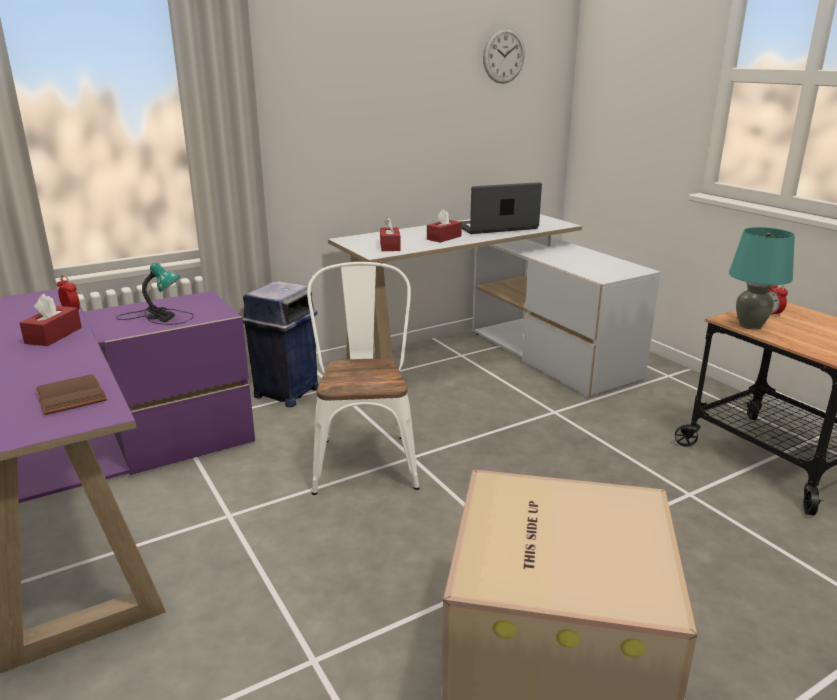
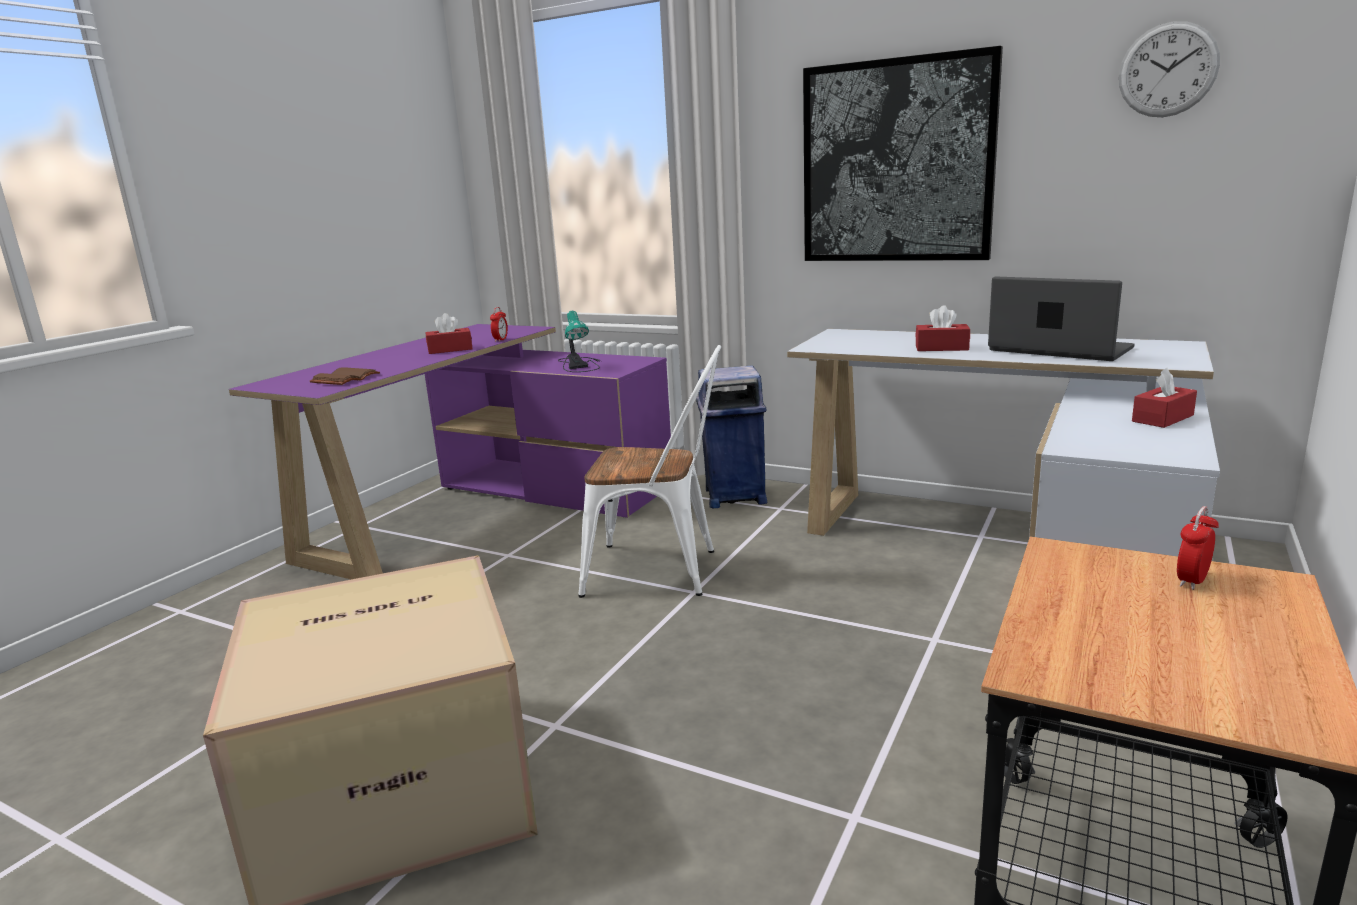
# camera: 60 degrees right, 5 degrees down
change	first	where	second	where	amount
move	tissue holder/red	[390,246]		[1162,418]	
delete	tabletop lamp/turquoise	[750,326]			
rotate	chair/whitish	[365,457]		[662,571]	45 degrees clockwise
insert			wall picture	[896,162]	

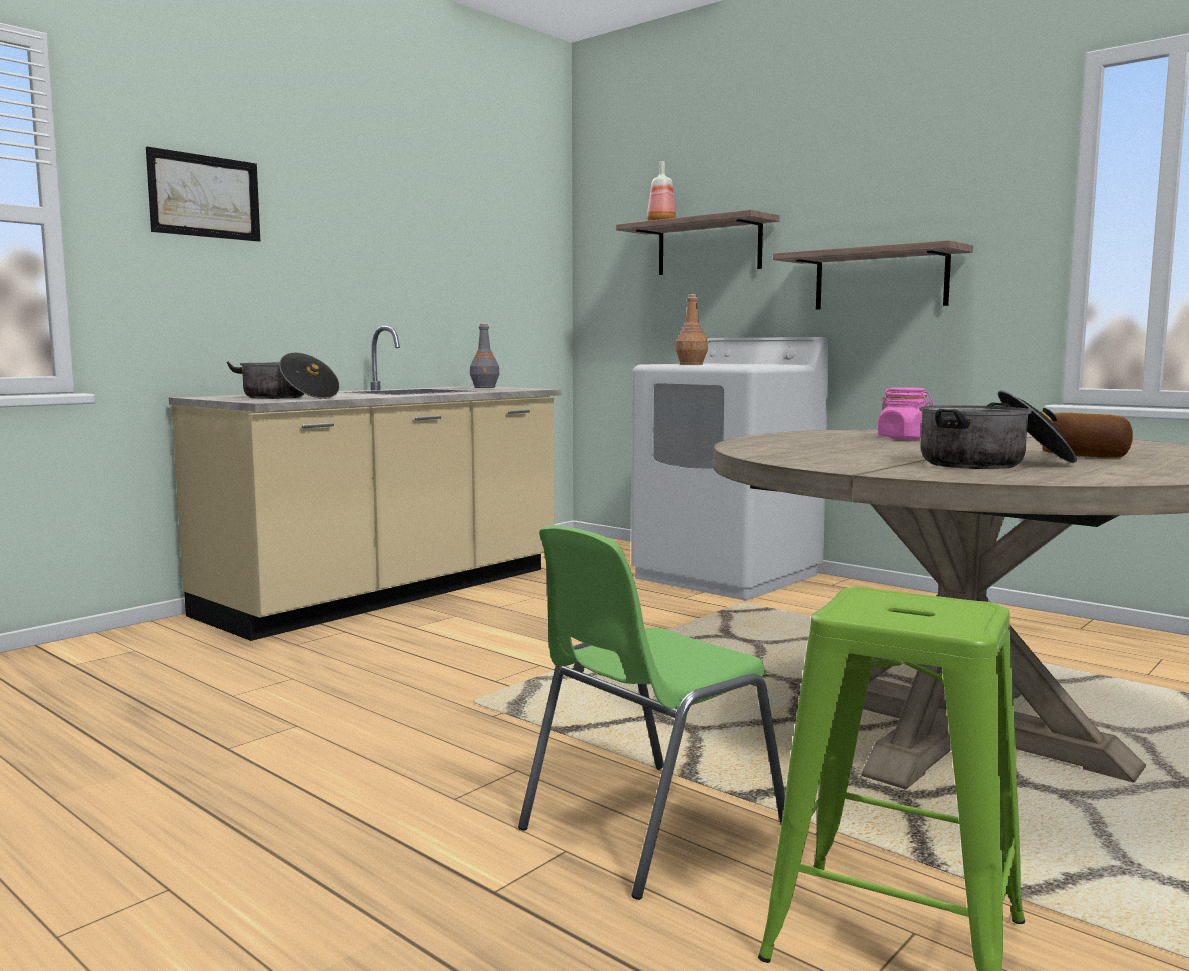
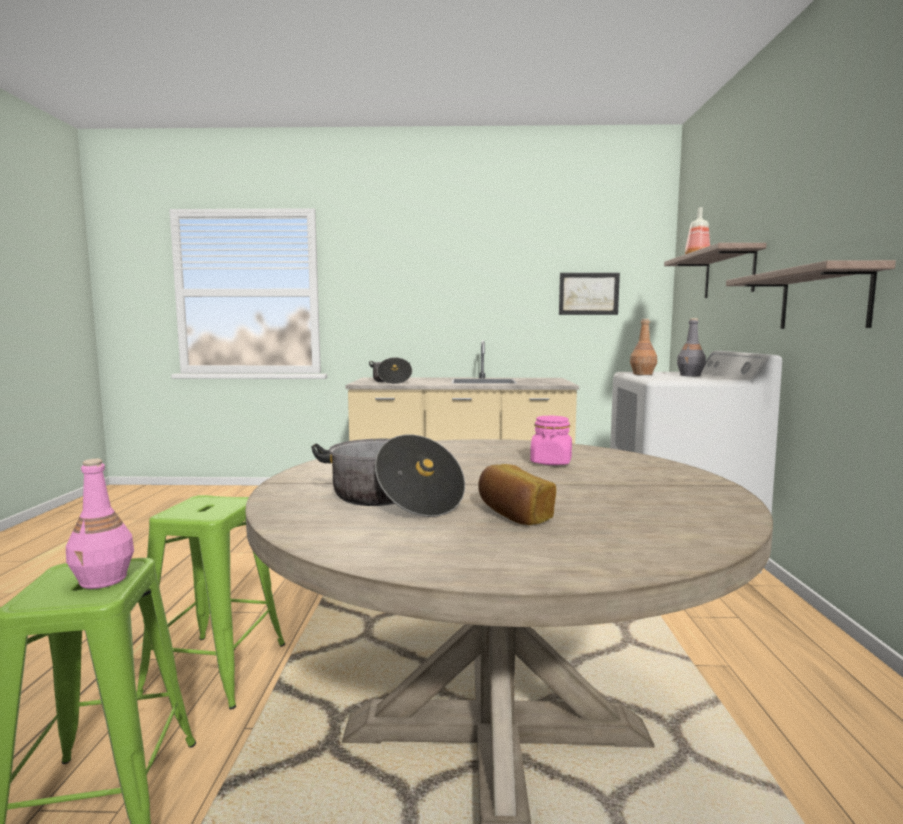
# camera: 50 degrees right, 0 degrees up
change	first	where	second	where	amount
move	wall picture	[204,196]		[588,293]	
move	bottle/gray	[485,387]		[690,375]	
replace	chair/green-coloured	[647,827]	sitting stool/green-coloured	[215,670]	
insert			bottle/pink	[104,580]	

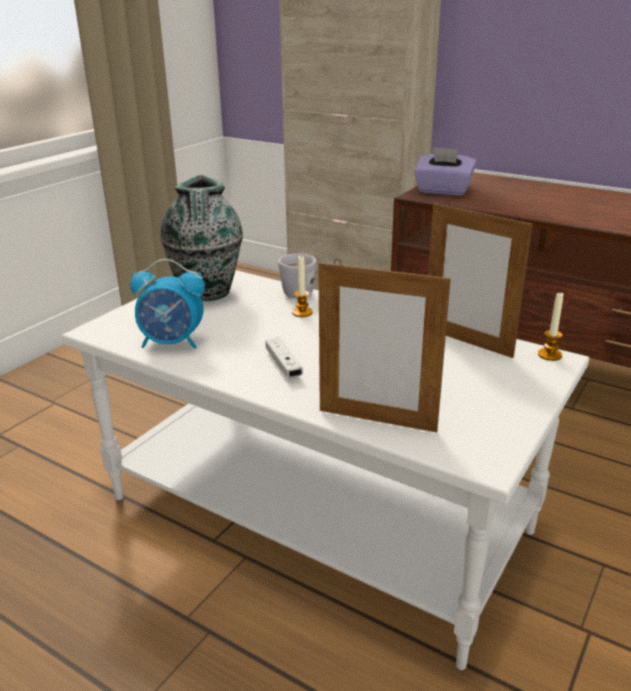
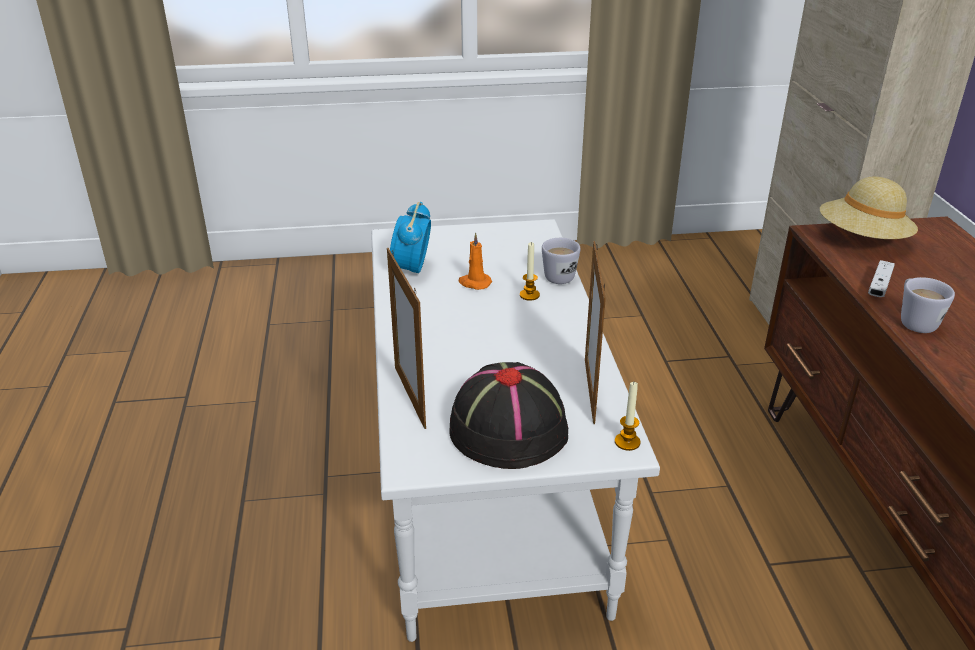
# camera: 50 degrees right, 5 degrees up
change	first	where	second	where	amount
replace	tissue holder/purple	[443,191]	wearable hat/beige-coloured	[862,240]	
delete	flower vase	[206,293]			
rotate	table clock	[172,343]		[411,270]	45 degrees clockwise
move	joypad/whitish	[283,365]		[879,286]	
insert			wax candle/orange-coloured	[474,283]	
insert			tea mug/whitish	[914,321]	
insert			wearable hat/black	[508,428]	

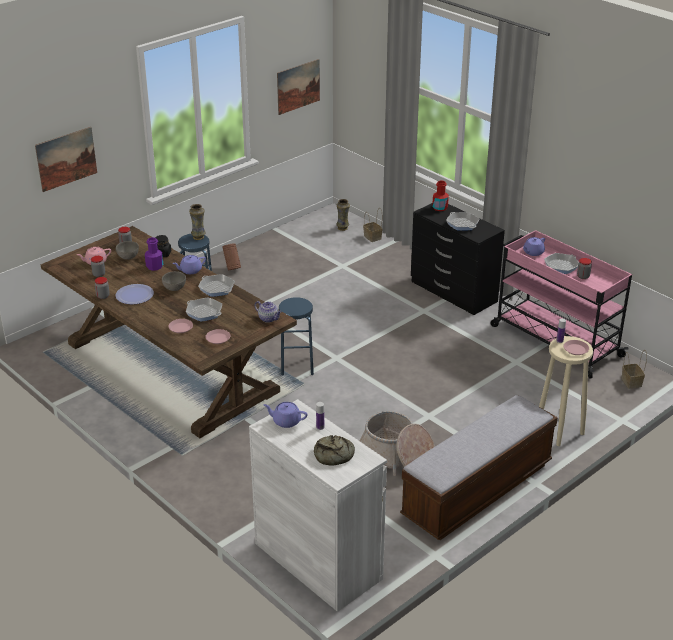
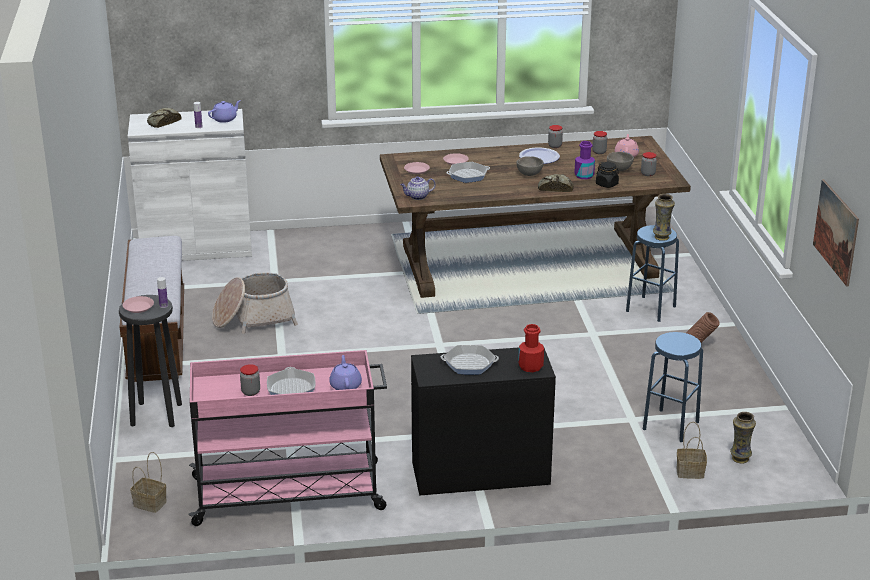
# camera: 125 degrees right, 5 degrees down
change	first	where	second	where	amount
delete	wall picture	[66,159]			
replace	tea pot/purple	[190,270]	bread	[555,188]	
delete	skillet	[216,288]			
move	sitting stool/blue	[297,366]		[670,425]	
recolor	sitting stool/beige-coloured	[559,430]	sitting stool/black	[157,414]	

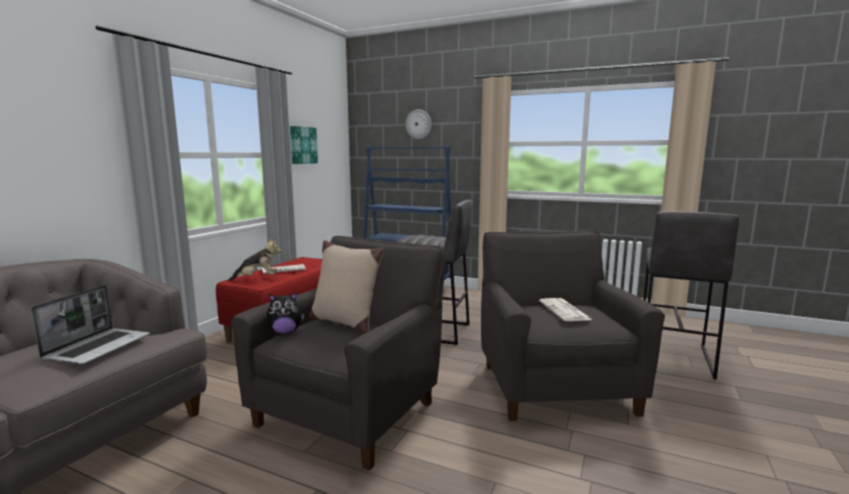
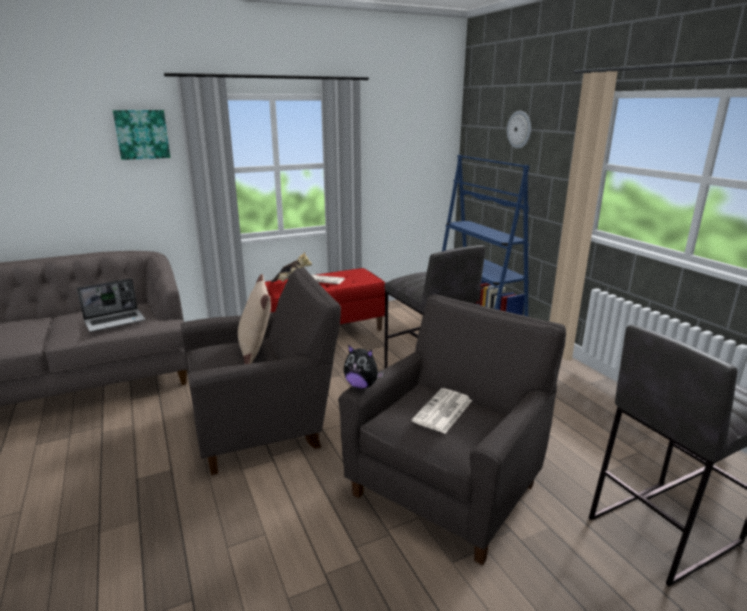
# camera: 40 degrees right, 10 degrees up
change	first	where	second	where	amount
move	wall picture	[302,145]		[142,134]	
move	soft toy	[285,332]		[362,385]	

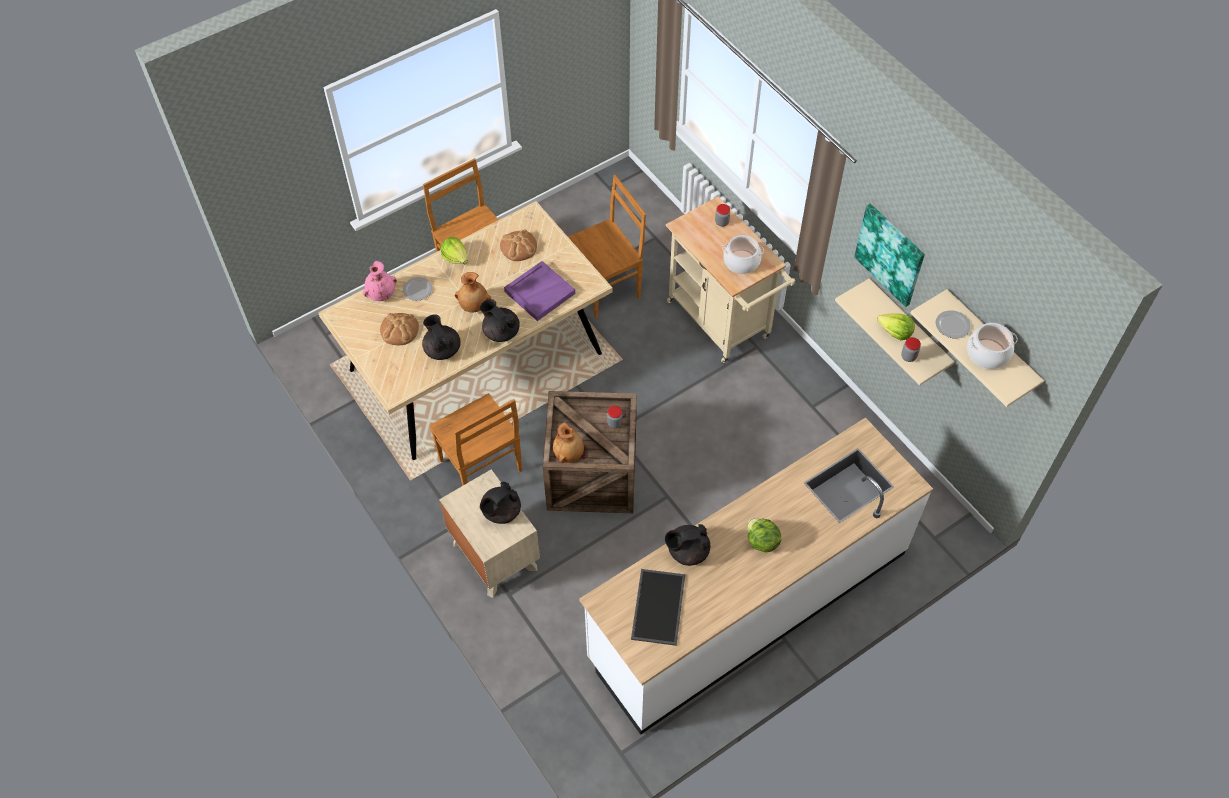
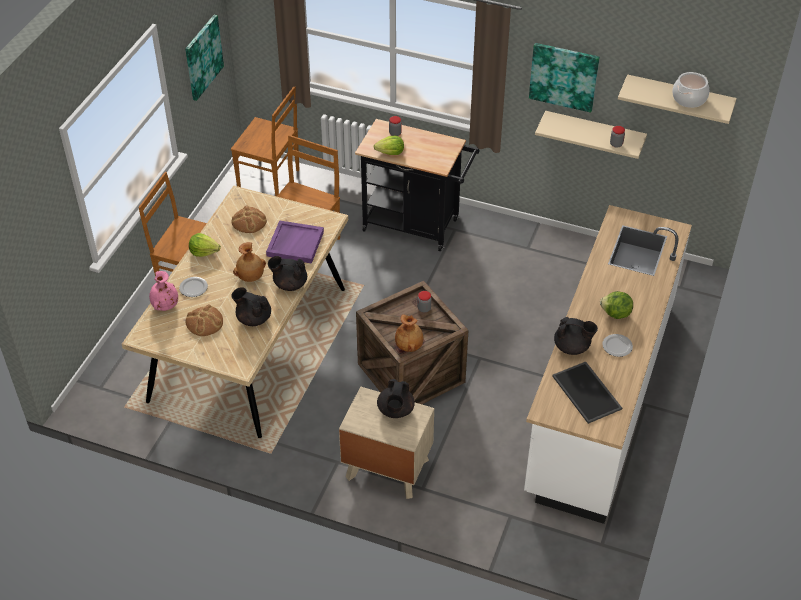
# camera: 35 degrees left, 10 degrees down
change	first	where	second	where	amount
recolor	wheeled cart/beige-coloured	[722,323]	wheeled cart/black	[416,226]	
delete	cooking pot	[741,261]			
move	plate	[952,325]		[616,346]	
move	lettuce	[895,332]		[390,152]	
move	chair/brownish	[481,467]		[270,180]	
rotate	tea pot/black	[687,551]		[572,347]	120 degrees counterclockwise
insert			wall picture	[203,57]	

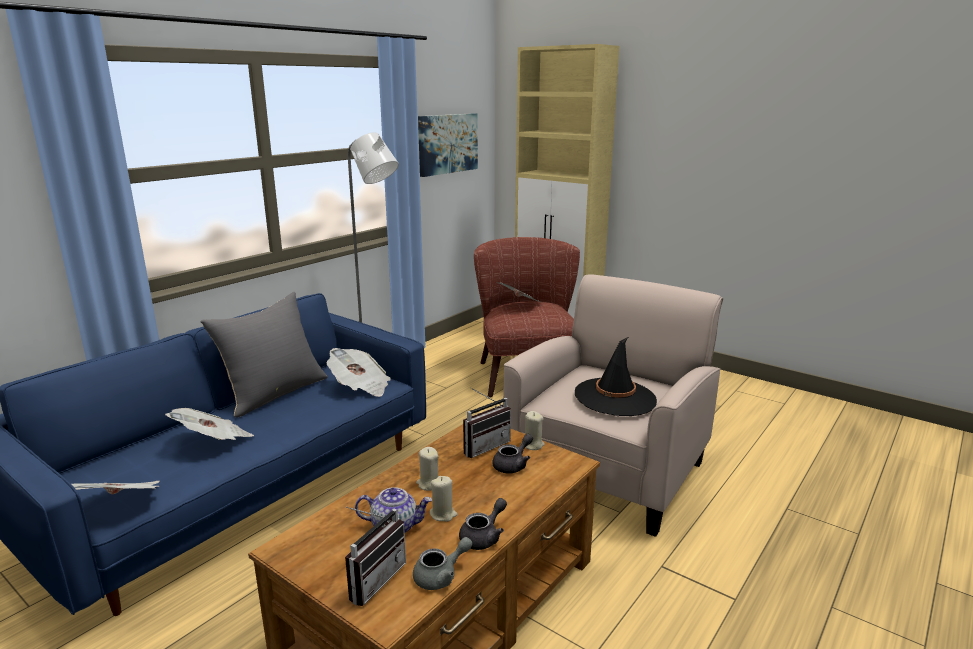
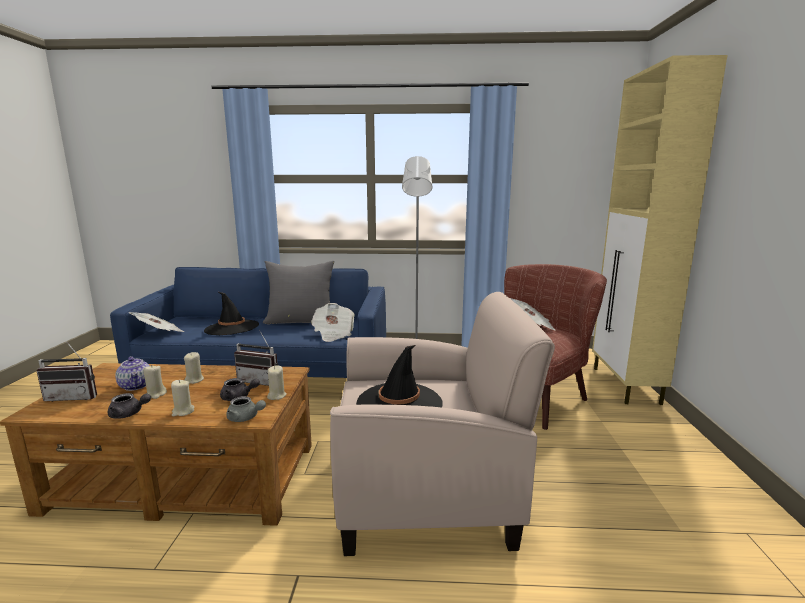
# camera: 55 degrees right, 5 degrees down
change	first	where	second	where	amount
delete	wall picture	[447,143]			
replace	newspaper	[214,442]	wearable hat/black	[232,328]	
move	tea pot/gray	[441,576]		[245,418]	
insert			wax candle/beige-coloured	[183,411]	

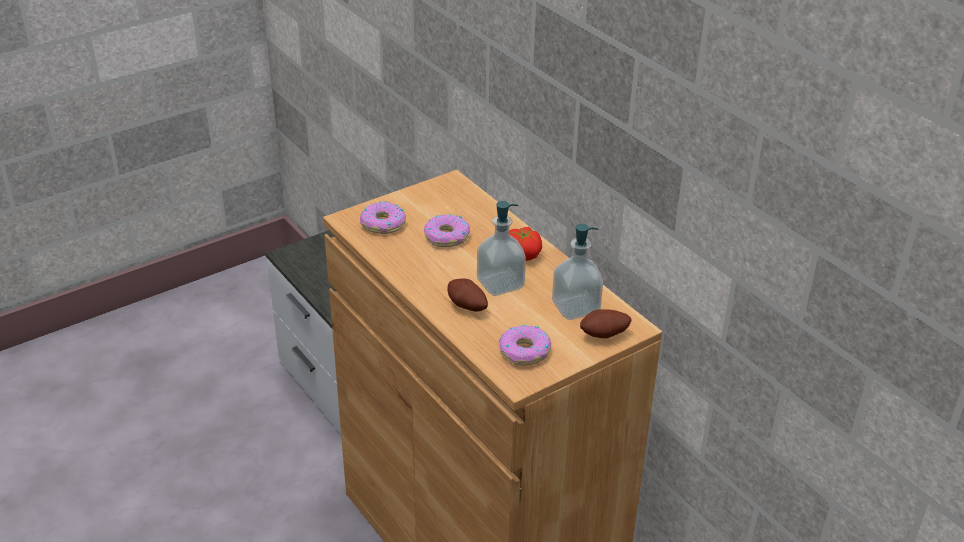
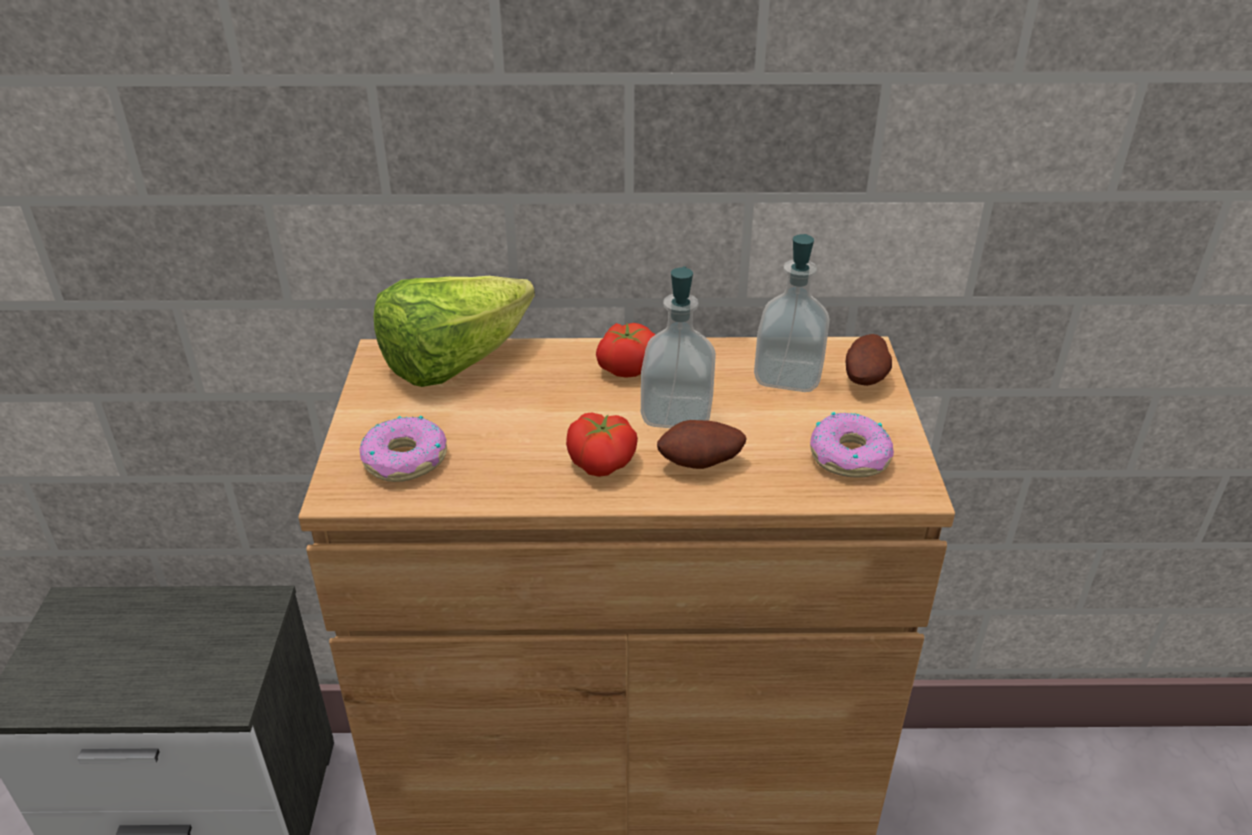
# camera: 55 degrees left, 0 degrees up
change	first	where	second	where	amount
delete	doughnut	[446,237]			
insert			lettuce	[453,363]	
insert			tomato	[603,462]	

